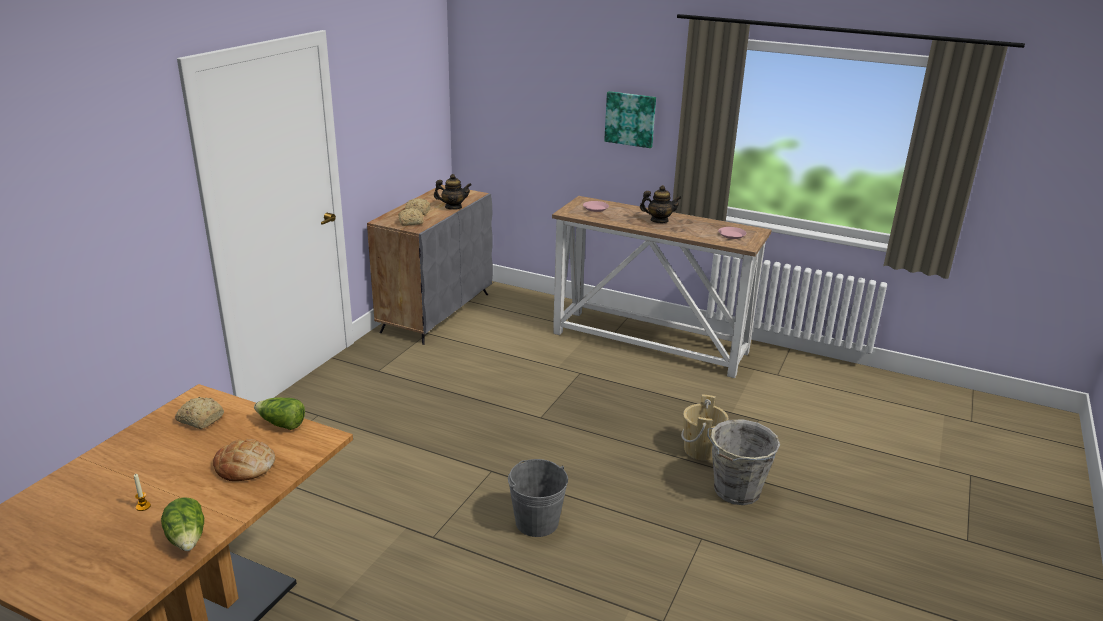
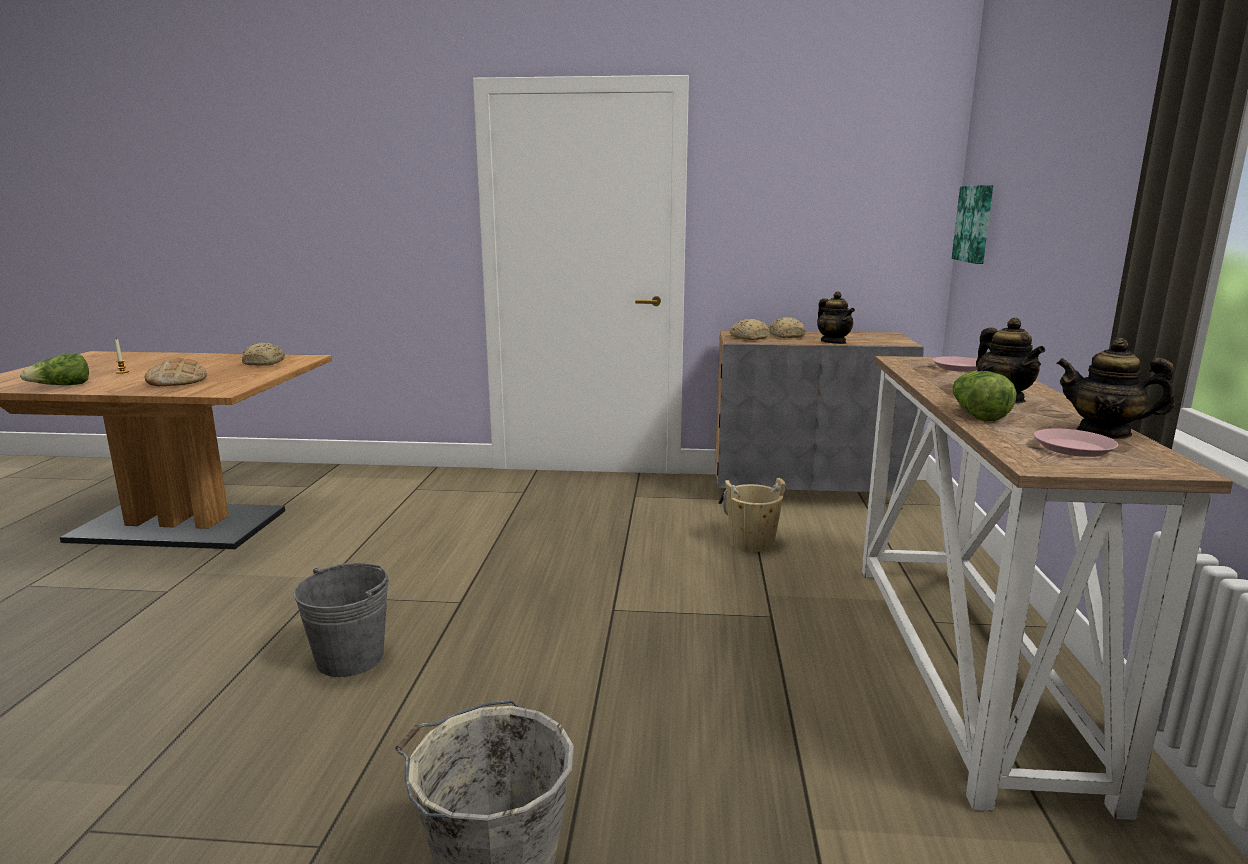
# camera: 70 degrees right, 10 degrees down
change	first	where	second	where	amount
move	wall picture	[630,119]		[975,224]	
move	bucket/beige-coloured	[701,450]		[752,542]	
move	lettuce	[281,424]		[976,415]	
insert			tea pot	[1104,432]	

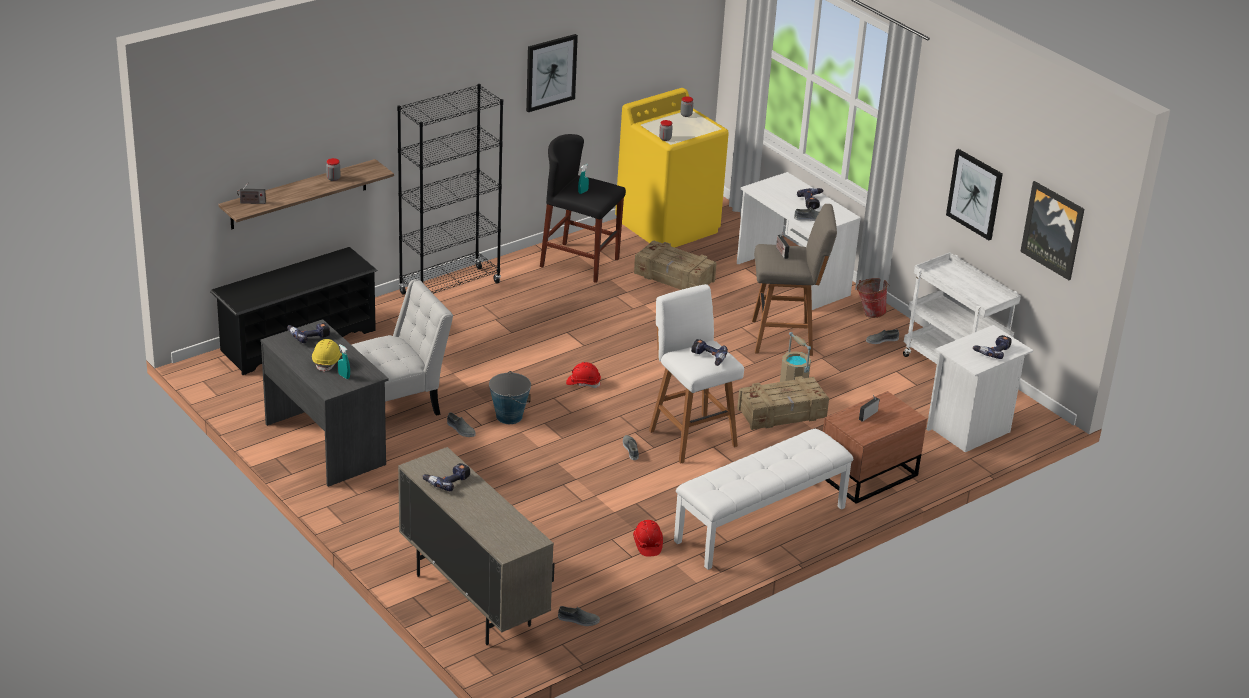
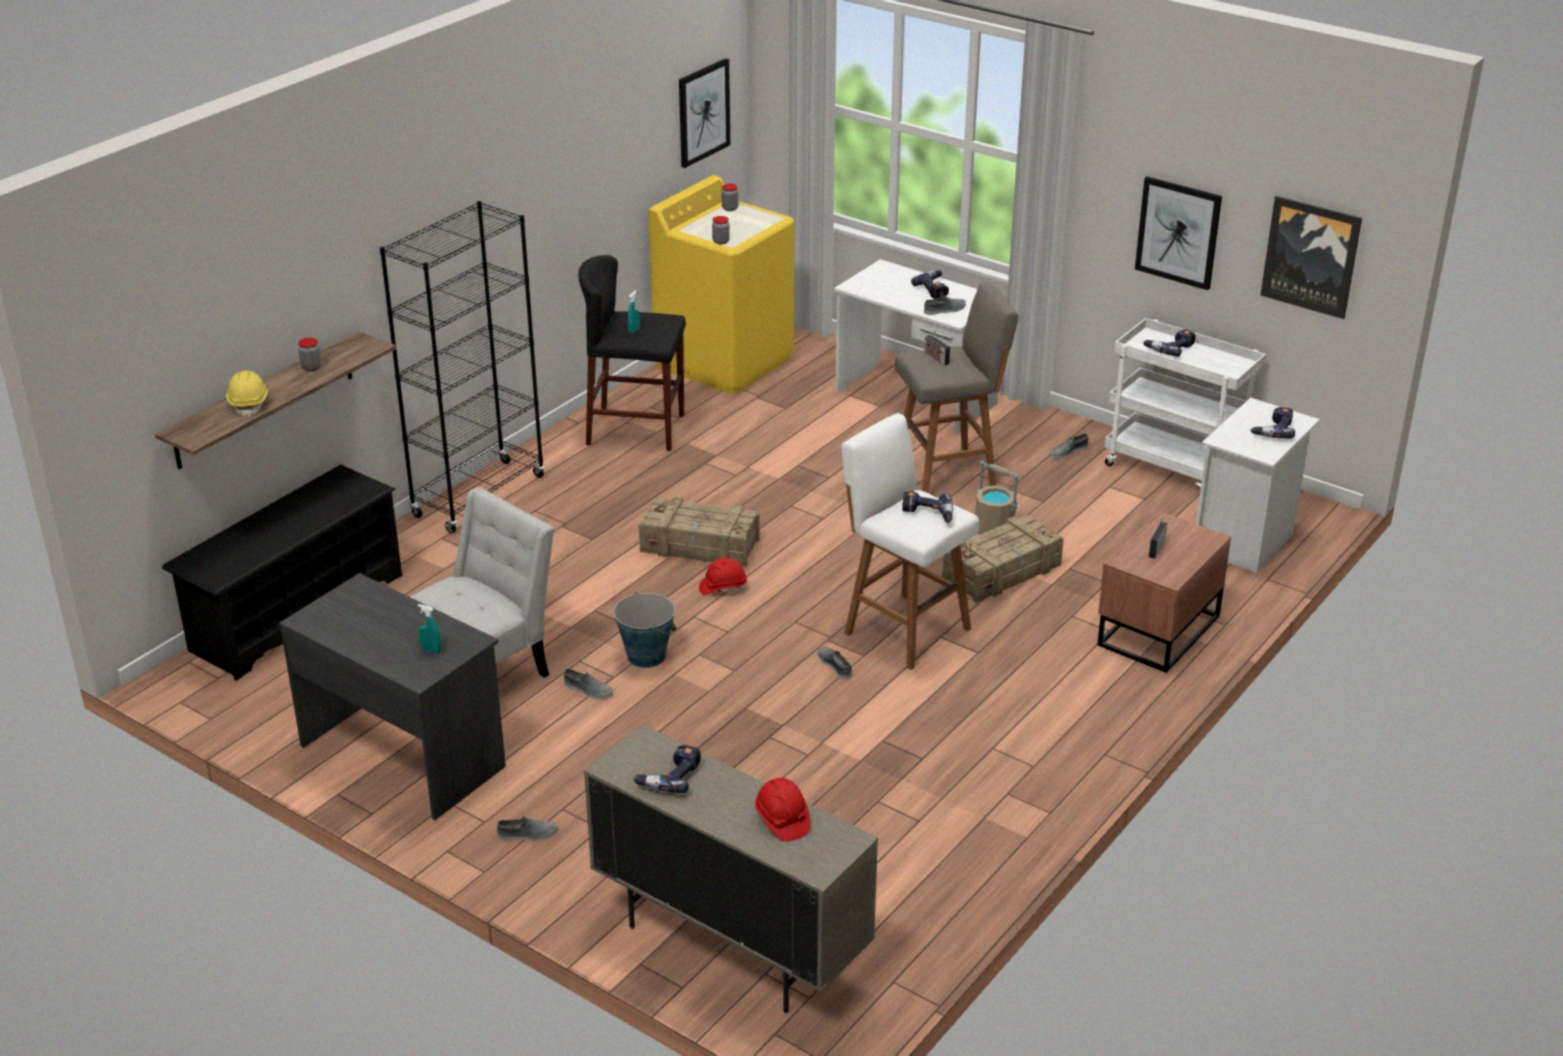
# camera: 15 degrees left, 0 degrees up
change	first	where	second	where	amount
move	wall picture	[550,72]		[703,112]	
delete	radio set	[251,202]			
move	crate	[674,277]		[700,546]	
delete	bucket	[869,313]			
move	drill	[309,335]		[1170,348]	
move	work helmet/yellowish	[327,361]		[249,403]	
delete	long seat/whitish	[761,525]			
move	work helmet/red	[647,544]		[782,820]	
move	item of footwear/gray	[578,620]		[527,834]	

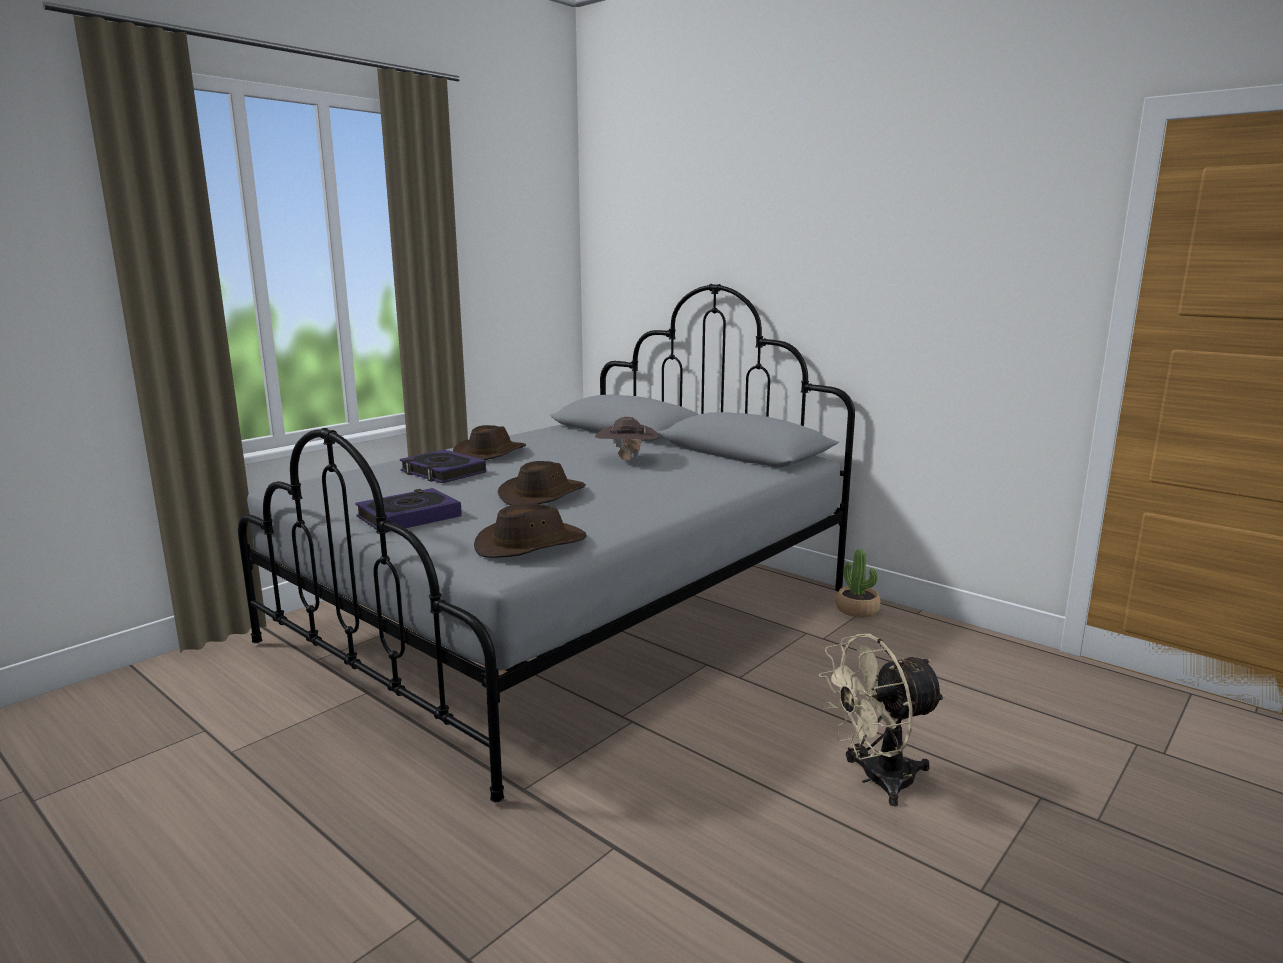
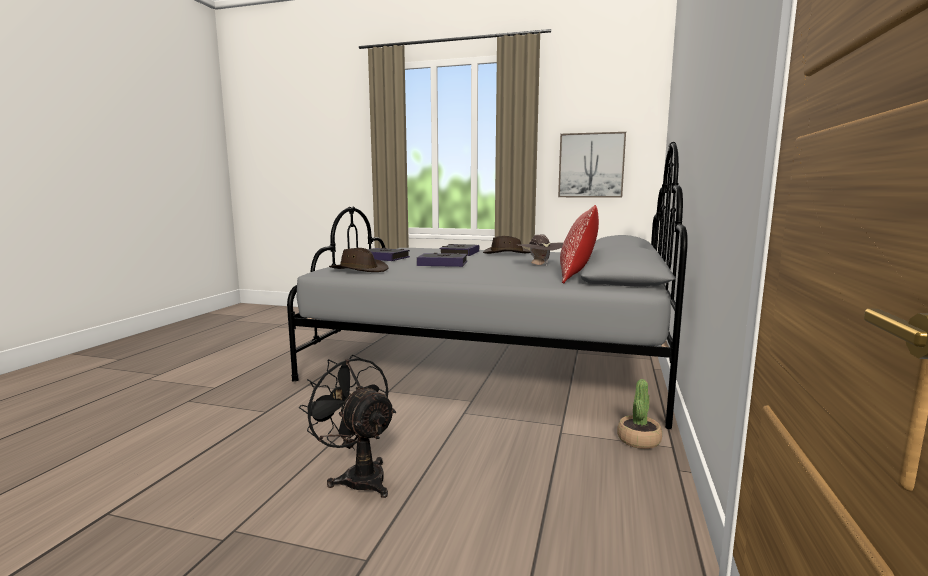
# camera: 65 degrees right, 5 degrees down
change	first	where	second	where	amount
replace	wearable hat/brownish	[543,495]	volume	[442,264]	
recolor	cooling fan/beige-coloured	[876,779]	cooling fan/black	[358,476]	
insert			wall picture	[591,165]	
insert			pillow	[577,277]	

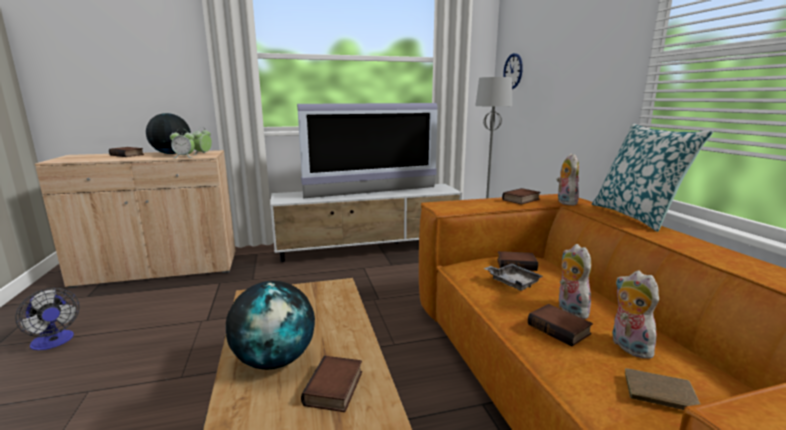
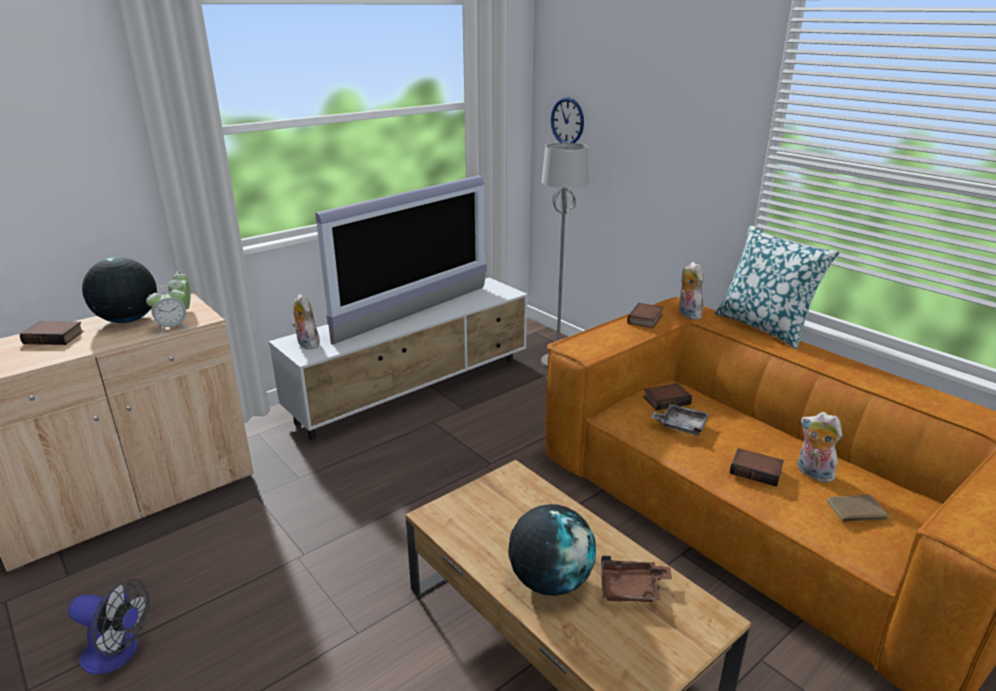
# camera: 25 degrees left, 10 degrees up
change	first	where	second	where	amount
move	soft toy	[569,310]		[306,344]	
replace	volume	[335,389]	carrying tray/brownish	[631,589]	

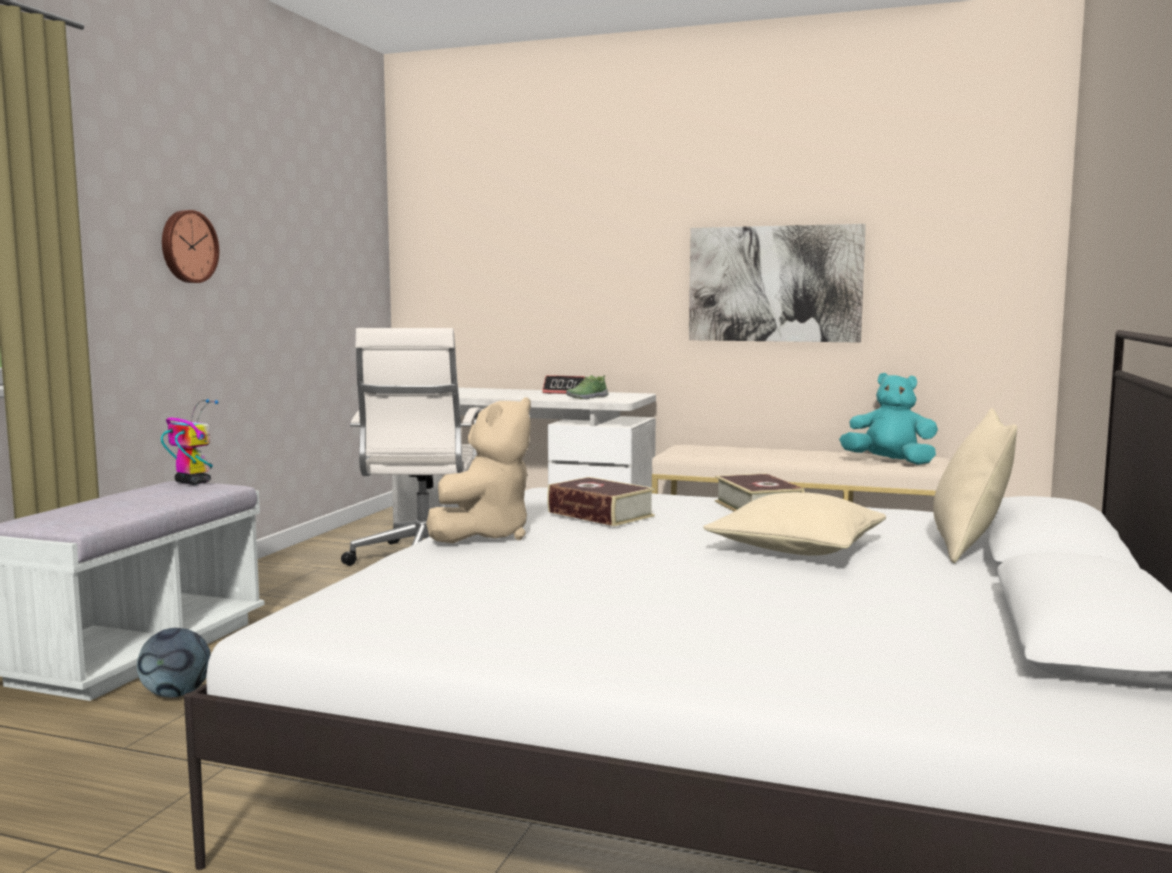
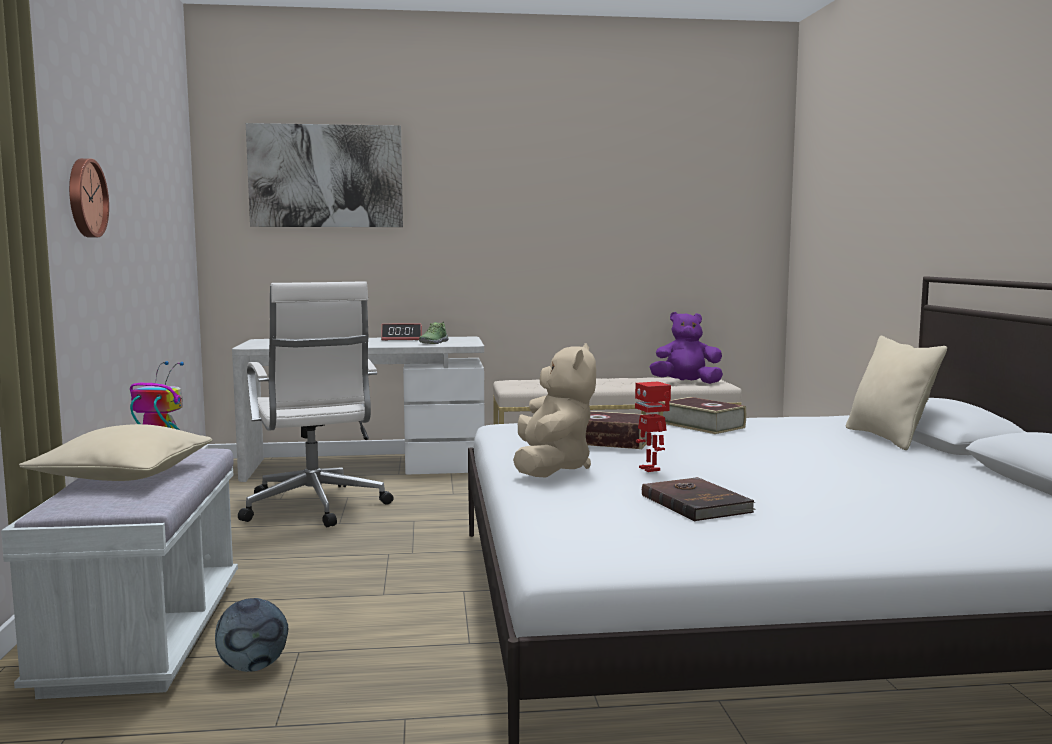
# camera: 25 degrees left, 0 degrees up
change	first	where	second	where	amount
move	wall picture	[774,284]		[326,176]	
recolor	soft toy/turquoise	[889,462]	soft toy/purple	[686,383]	
move	pillow/beige-coloured	[796,548]		[124,475]	
insert			model robot	[650,469]	
insert			volume/brownish	[696,503]	

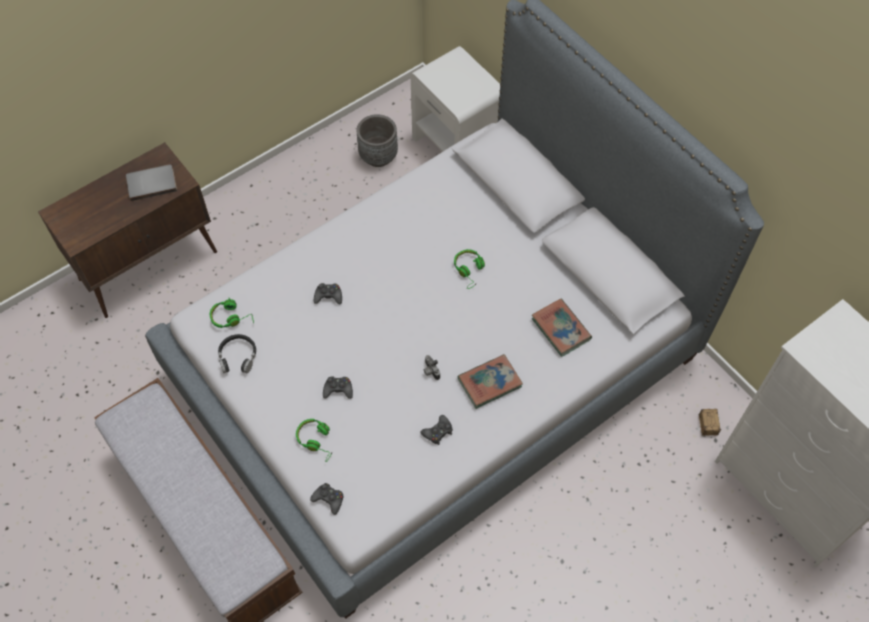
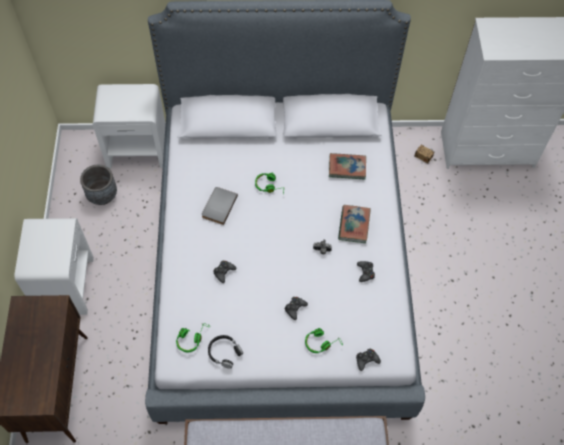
# camera: 55 degrees left, 0 degrees up
change	first	where	second	where	amount
move	volume/gray	[151,182]		[218,206]	
insert			bedside table/whitish	[66,285]	

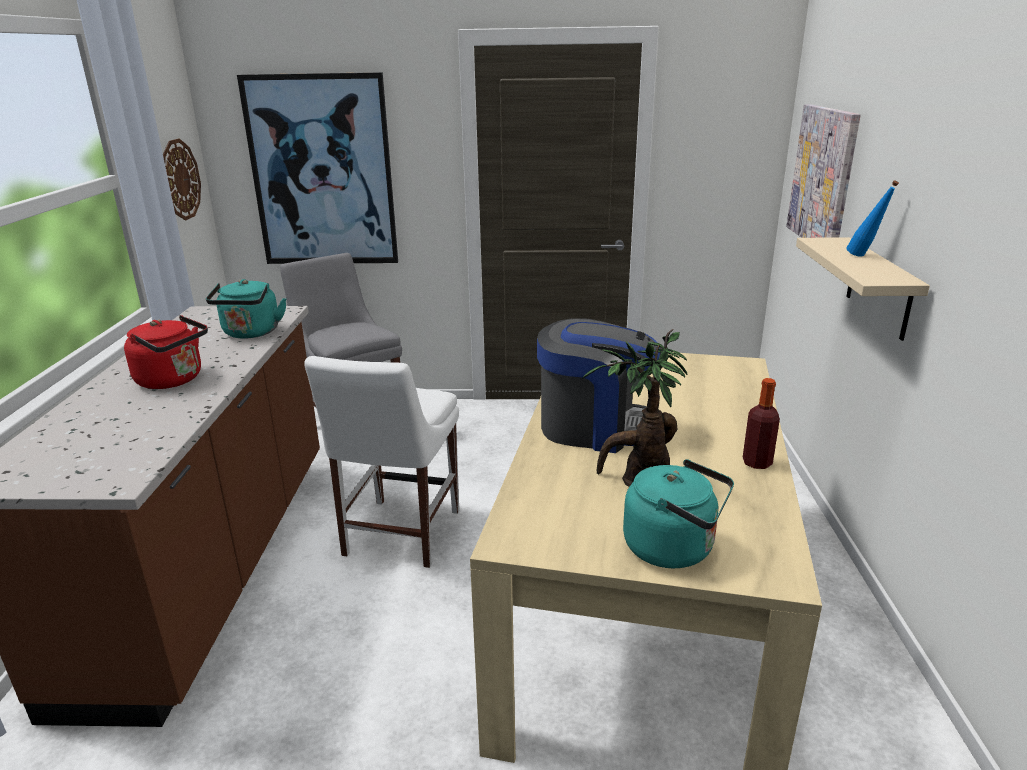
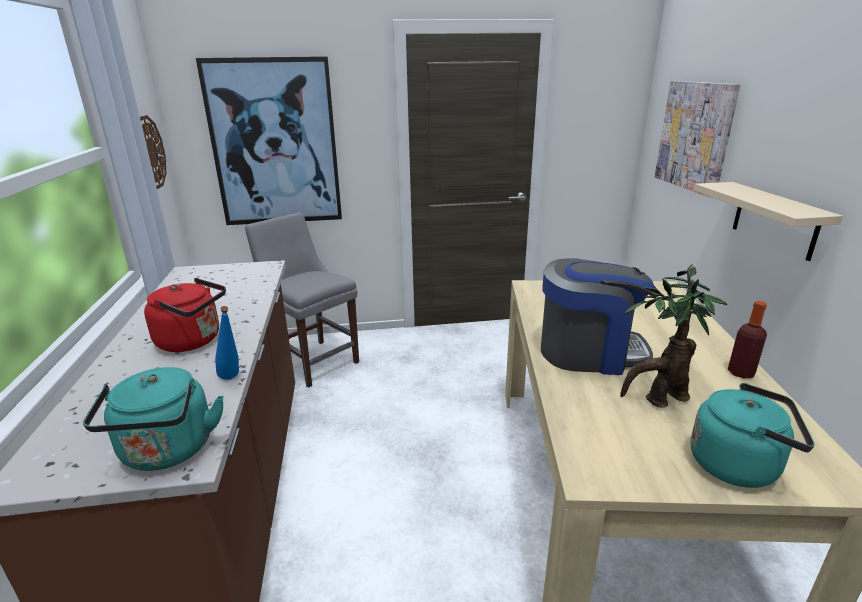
# camera: 10 degrees left, 0 degrees up
change	first	where	second	where	amount
move	bottle/blue	[864,257]		[233,379]	
move	kettle/turquoise	[251,333]		[167,452]	
delete	chair/whitish	[399,536]			

